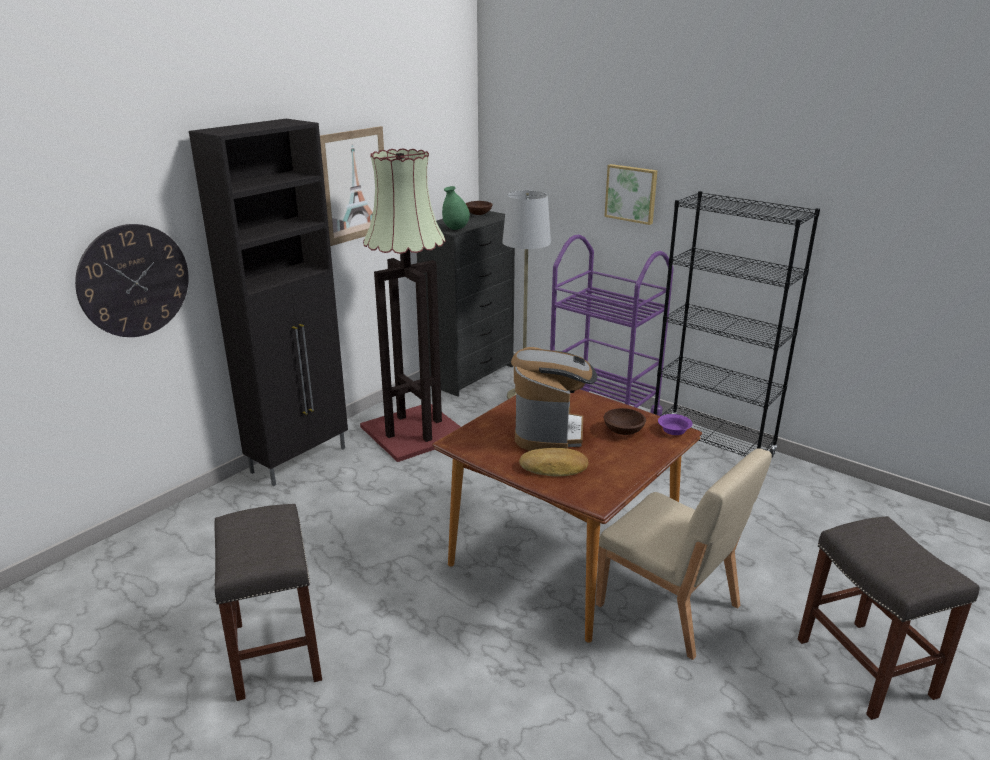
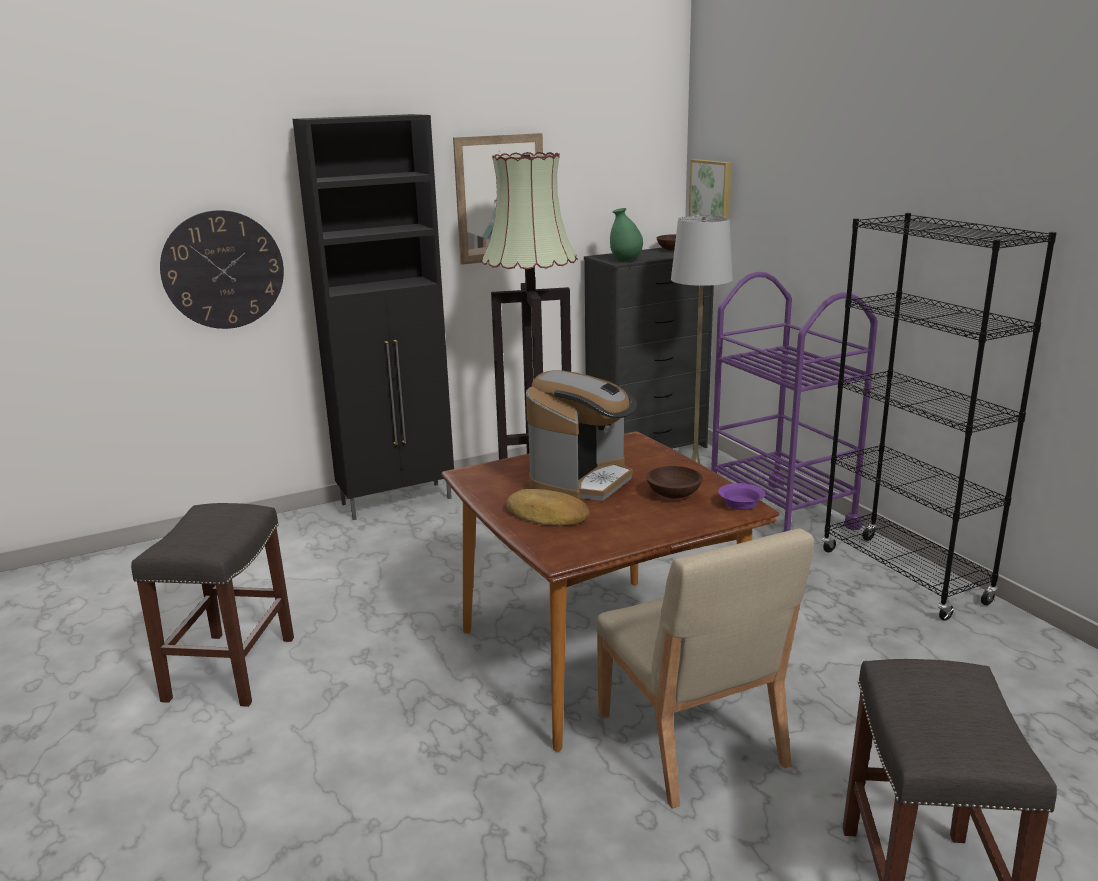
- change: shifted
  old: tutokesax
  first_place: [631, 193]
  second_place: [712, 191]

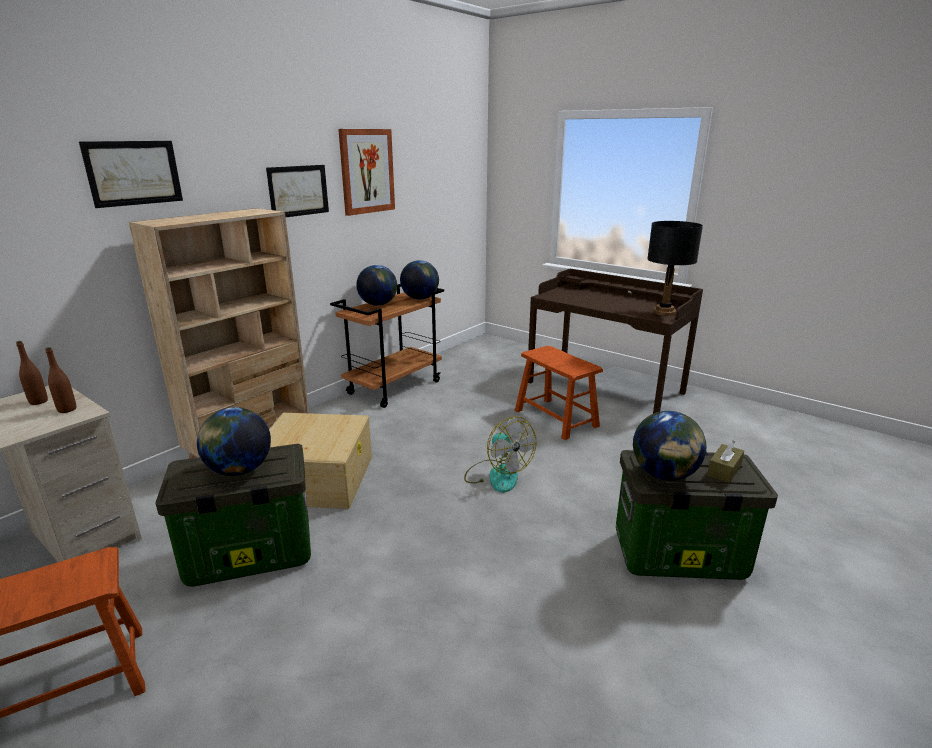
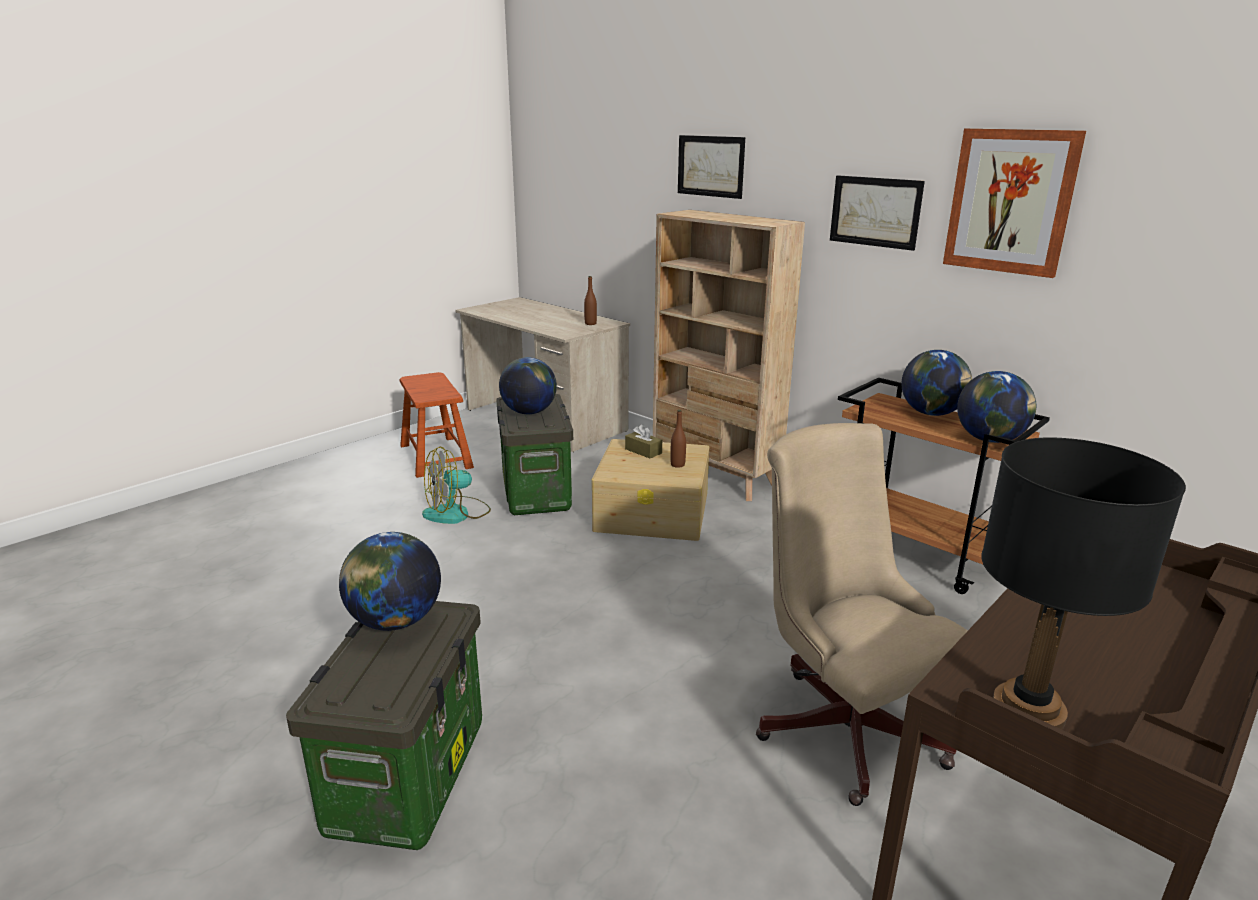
- change: shifted
  old: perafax
  first_place: [497, 475]
  second_place: [457, 513]
- change: shifted
  old: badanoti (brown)
  first_place: [724, 470]
  second_place: [643, 451]
- change: shifted
  old: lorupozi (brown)
  first_place: [67, 409]
  second_place: [677, 465]
- change: swapped
  old: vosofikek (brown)
  new: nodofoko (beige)
  first_place: [556, 418]
  second_place: [843, 723]

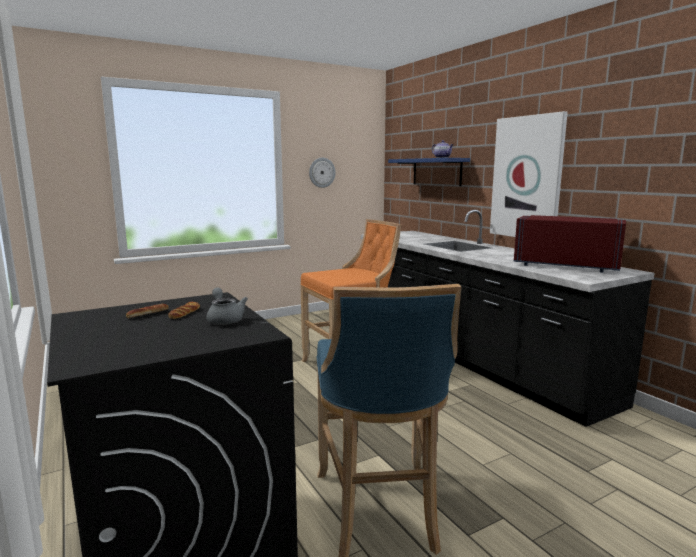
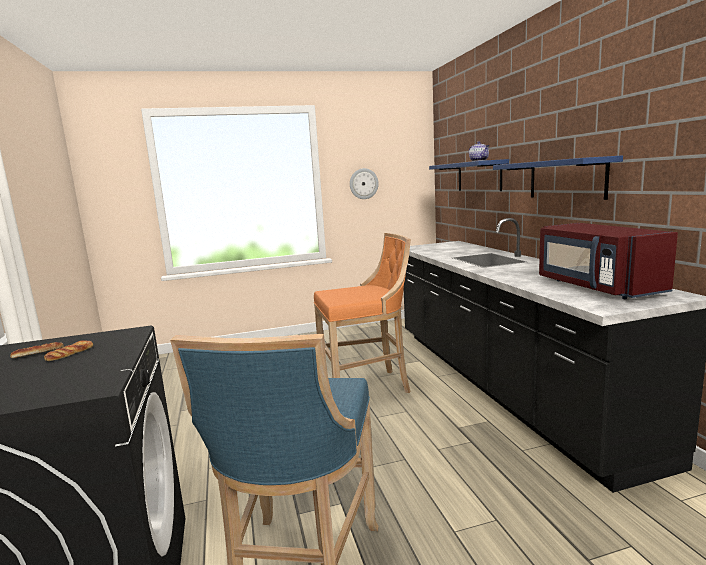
- change: swapped
  old: tutokesax
  new: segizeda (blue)
  first_place: [527, 178]
  second_place: [566, 179]
- change: rotated
  old: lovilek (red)
  first_place: [566, 265]
  second_place: [596, 287]
  degrees: -150
- change: gone
  old: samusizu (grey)
  first_place: [224, 319]

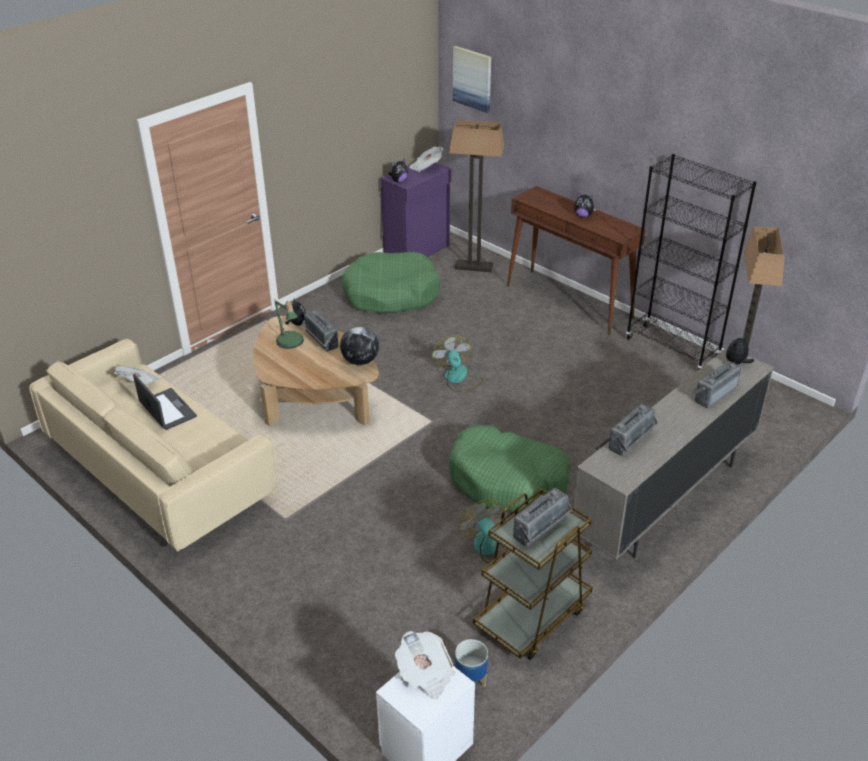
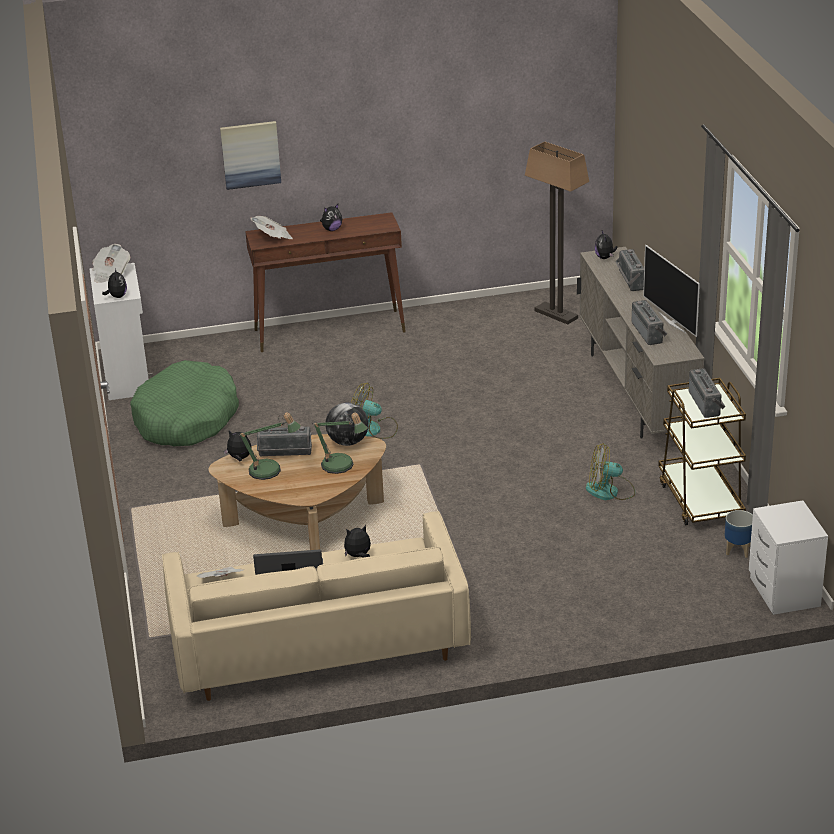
- change: repainted
  old: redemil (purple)
  new: redemil (white)
  first_place: [418, 251]
  second_place: [128, 377]
- change: shifted
  old: tutokesax
  first_place: [472, 78]
  second_place: [250, 154]
- change: shifted
  old: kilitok
  first_place: [425, 674]
  second_place: [273, 237]
- change: new
  new: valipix
  second_place: [341, 467]
- change: new
  new: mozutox
  second_place: [358, 556]
- change: new
  new: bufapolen
  second_place: [672, 322]
- change: gone
  old: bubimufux
  first_place: [474, 267]
- change: gone
  old: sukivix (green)
  first_place: [507, 480]
- change: gone
  old: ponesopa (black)
  first_place: [672, 349]

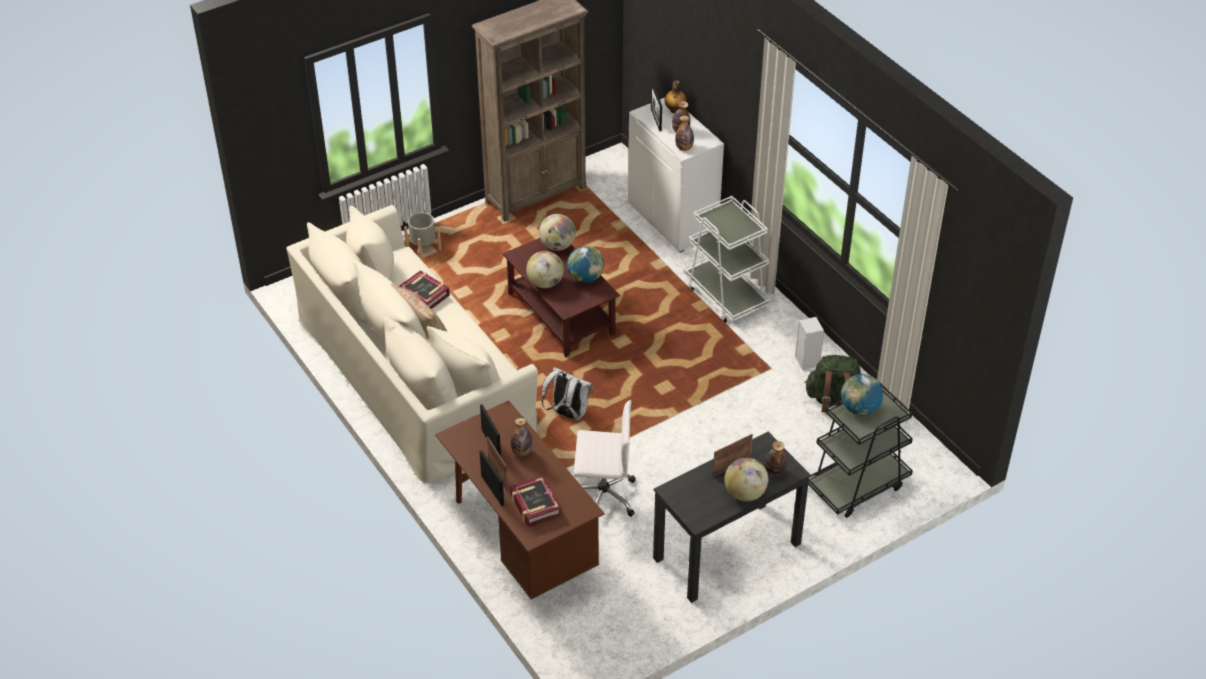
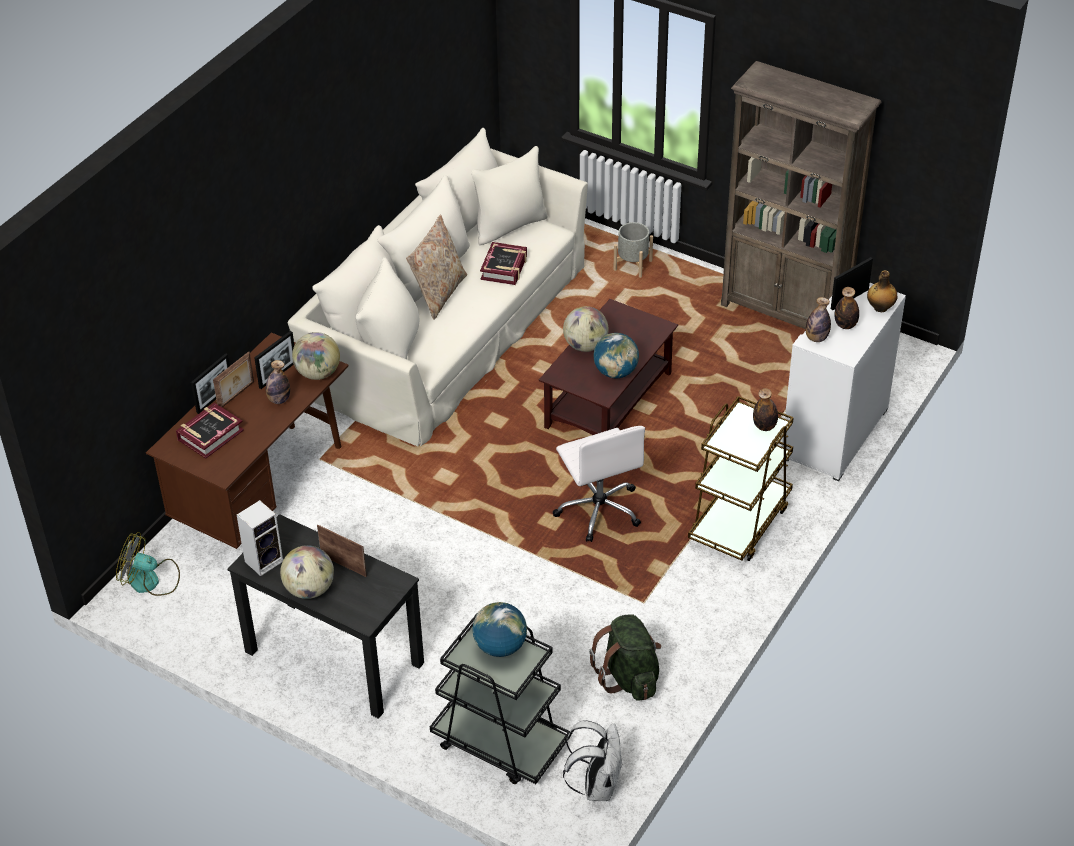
- change: new
  new: perafax
  second_place: [151, 581]
- change: shifted
  old: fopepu
  first_place: [806, 360]
  second_place: [264, 560]
- change: shifted
  old: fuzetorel
  first_place: [557, 246]
  second_place: [318, 373]
- change: shifted
  old: nodofoko (white)
  first_place: [602, 496]
  second_place: [599, 509]
- change: shifted
  old: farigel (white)
  first_place: [567, 413]
  second_place: [596, 785]
- change: repainted
  old: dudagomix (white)
  new: dudagomix (brown)
  first_place: [725, 295]
  second_place: [739, 522]
- change: shifted
  old: lorupozi
  first_place: [774, 471]
  second_place: [764, 426]

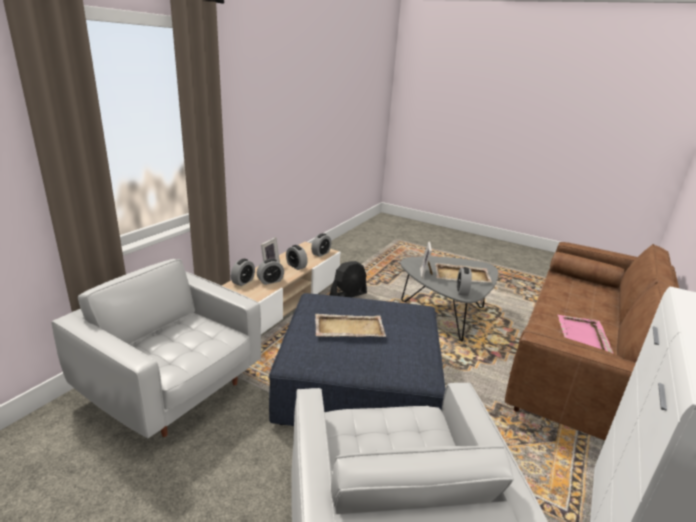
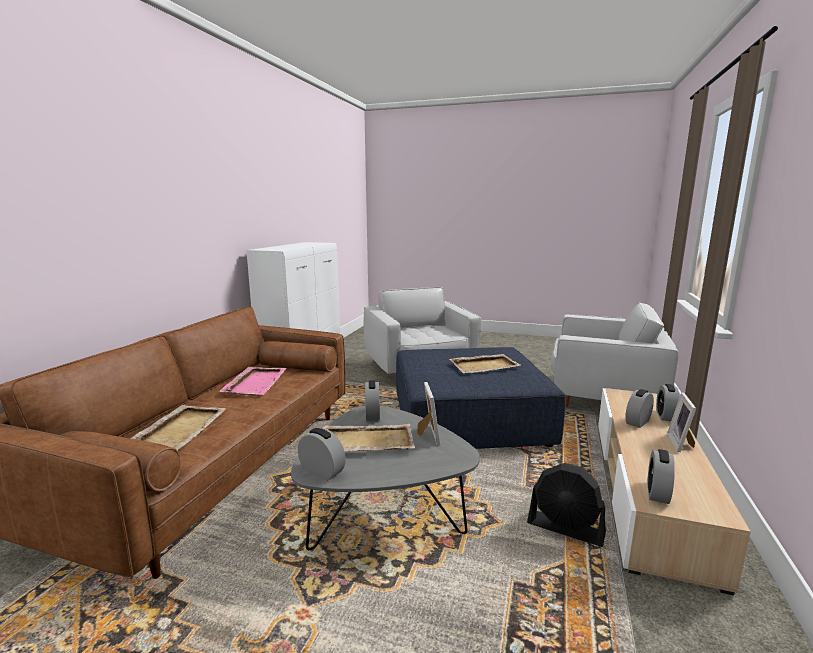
- change: new
  new: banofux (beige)
  second_place: [180, 429]
- change: shifted
  old: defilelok
  first_place: [296, 266]
  second_place: [322, 471]
- change: rotated
  old: perafax (black)
  first_place: [348, 295]
  second_place: [566, 529]
  degrees: -105

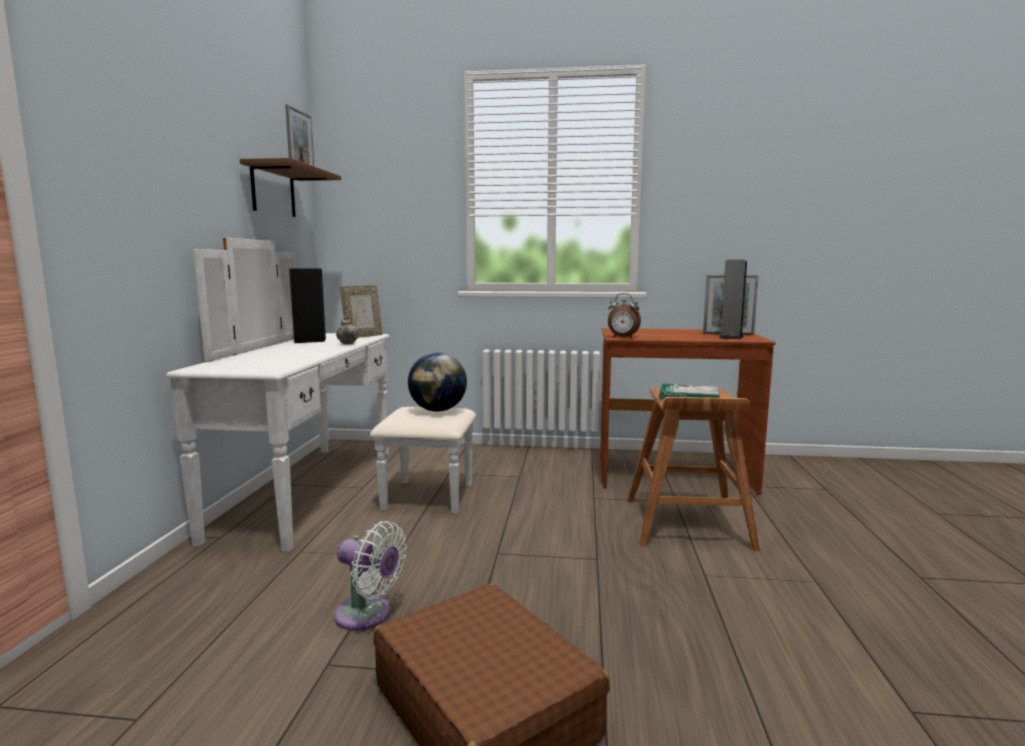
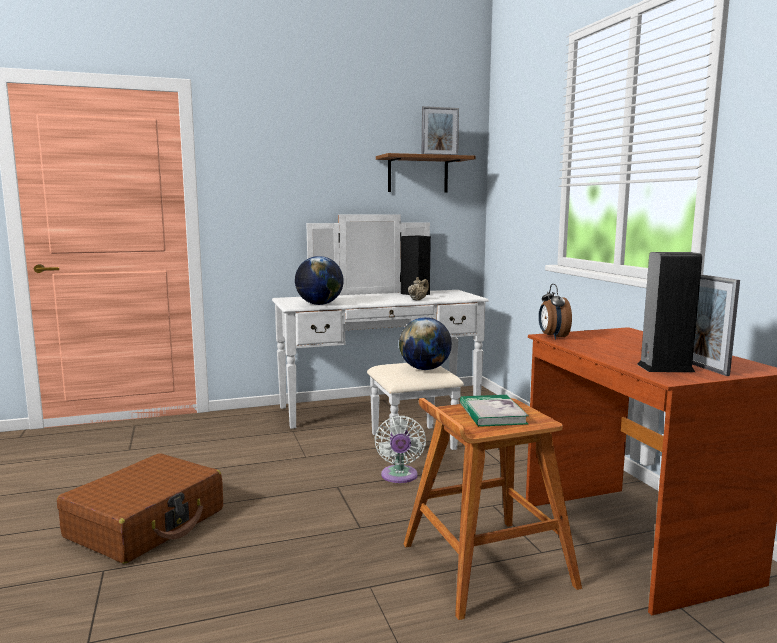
- change: new
  new: fuzetorel
  second_place: [319, 304]
- change: shifted
  old: perafax (white)
  first_place: [368, 615]
  second_place: [399, 477]
- change: gone
  old: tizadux
  first_place: [363, 336]

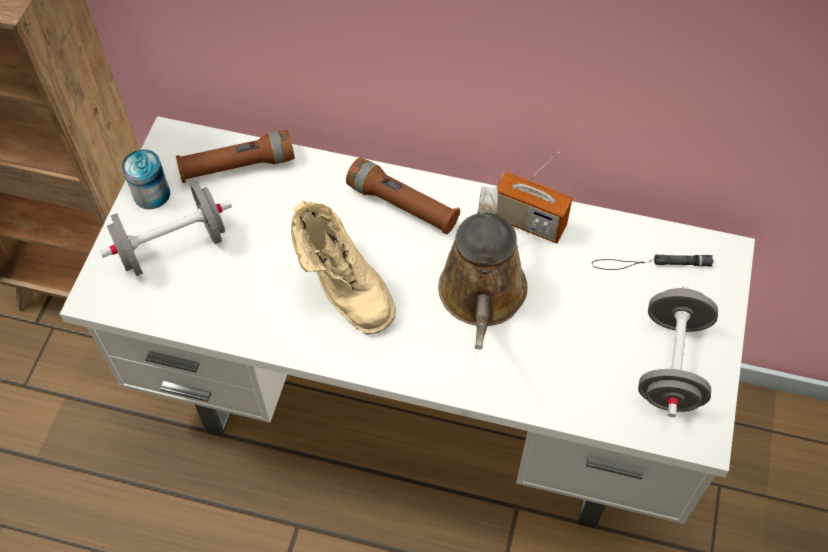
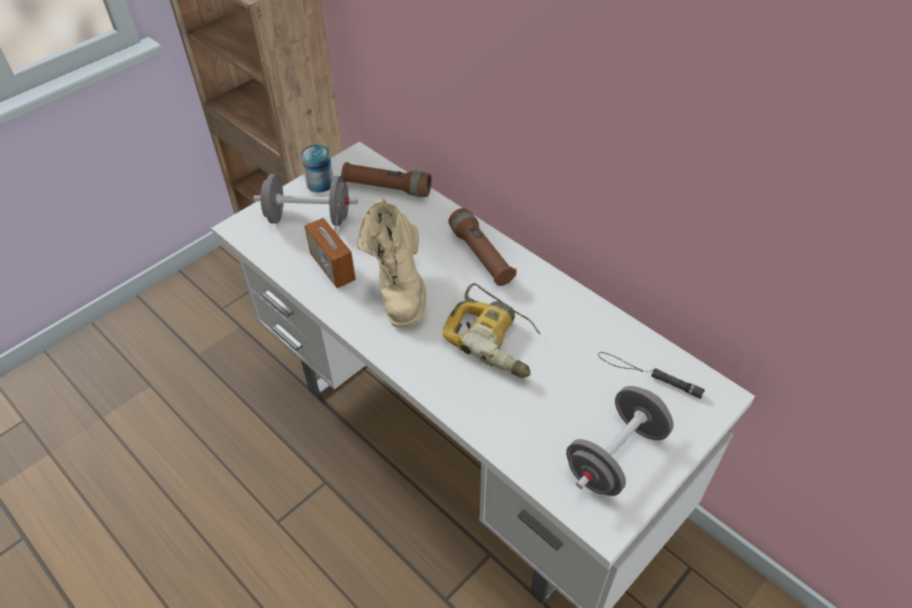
- change: shifted
  old: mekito
  first_place: [529, 222]
  second_place: [332, 268]
- change: swapped
  old: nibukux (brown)
  new: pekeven
  first_place: [482, 297]
  second_place: [495, 339]

